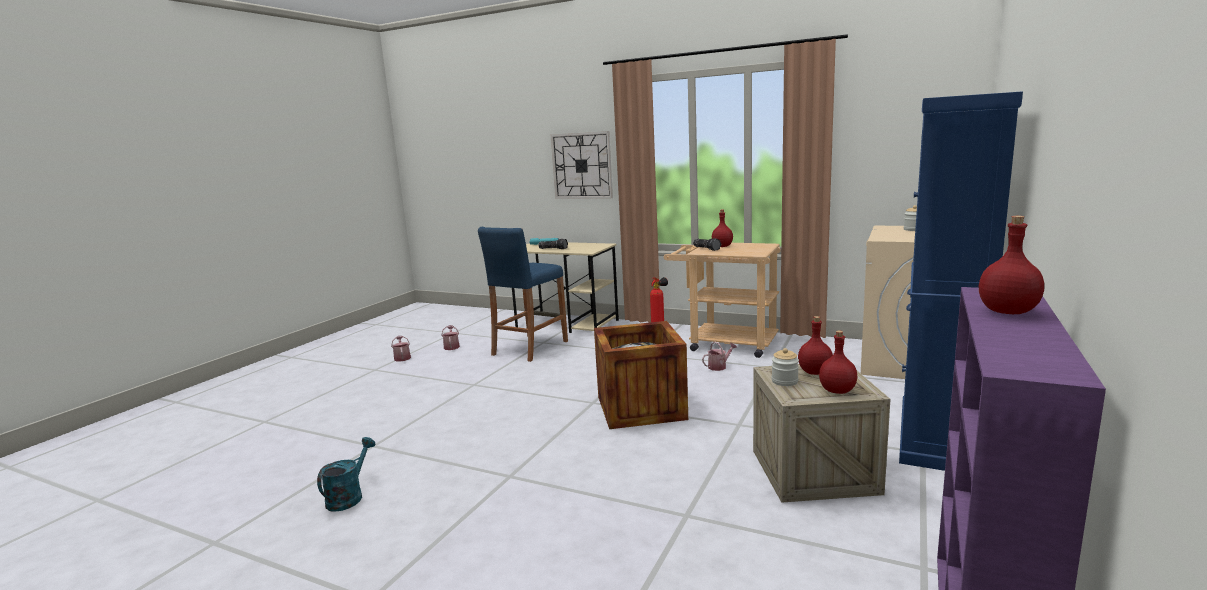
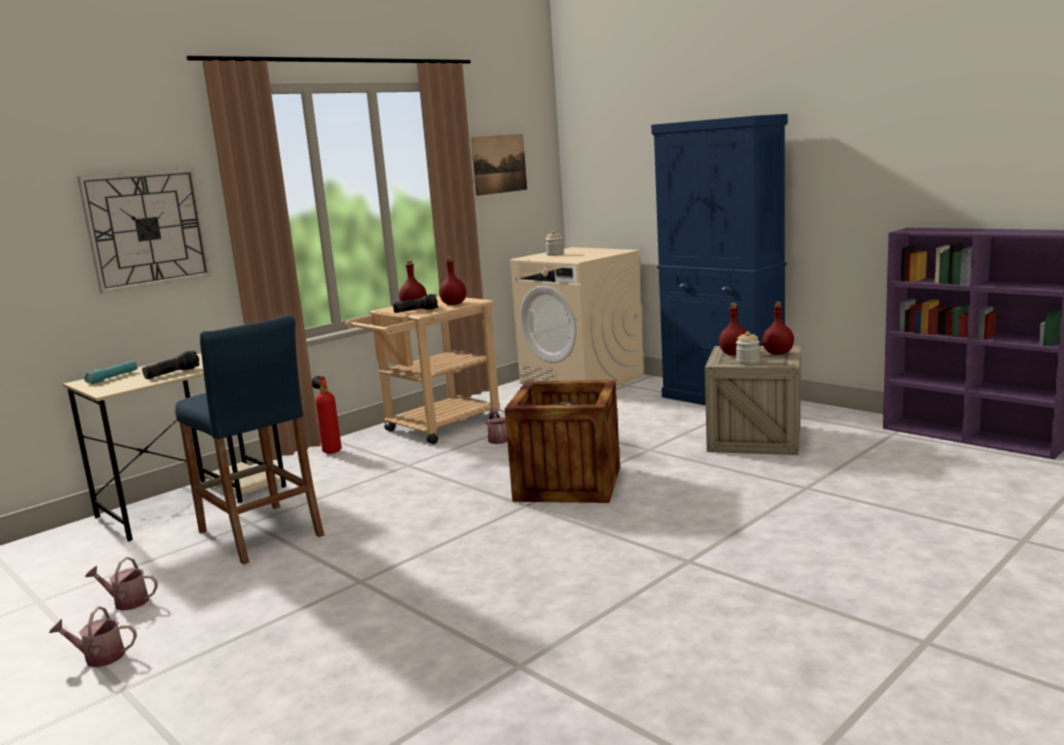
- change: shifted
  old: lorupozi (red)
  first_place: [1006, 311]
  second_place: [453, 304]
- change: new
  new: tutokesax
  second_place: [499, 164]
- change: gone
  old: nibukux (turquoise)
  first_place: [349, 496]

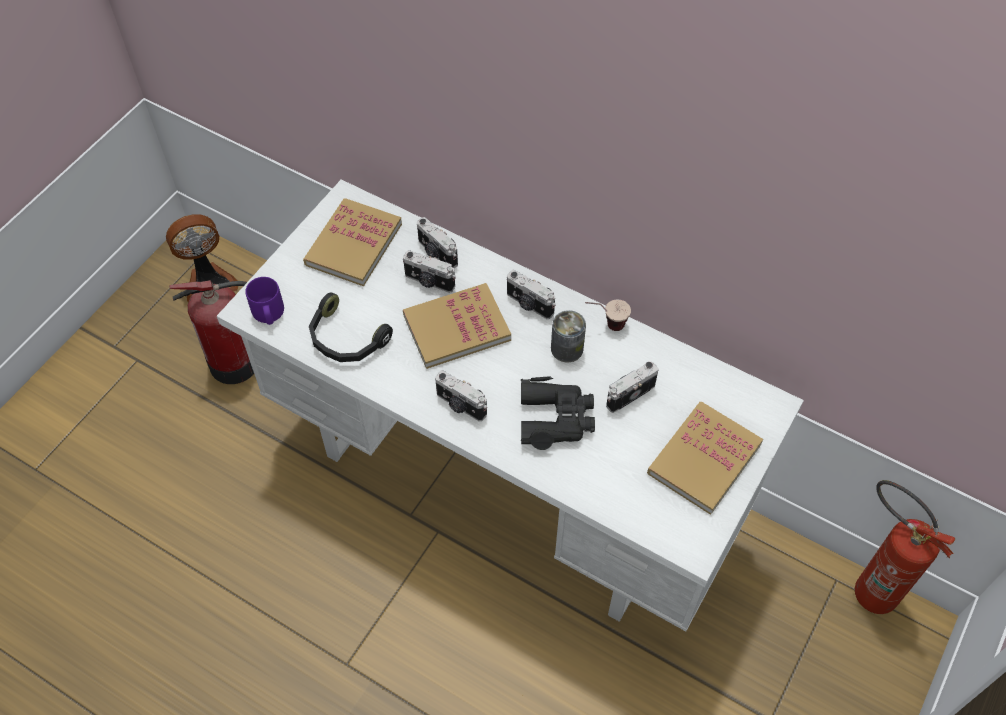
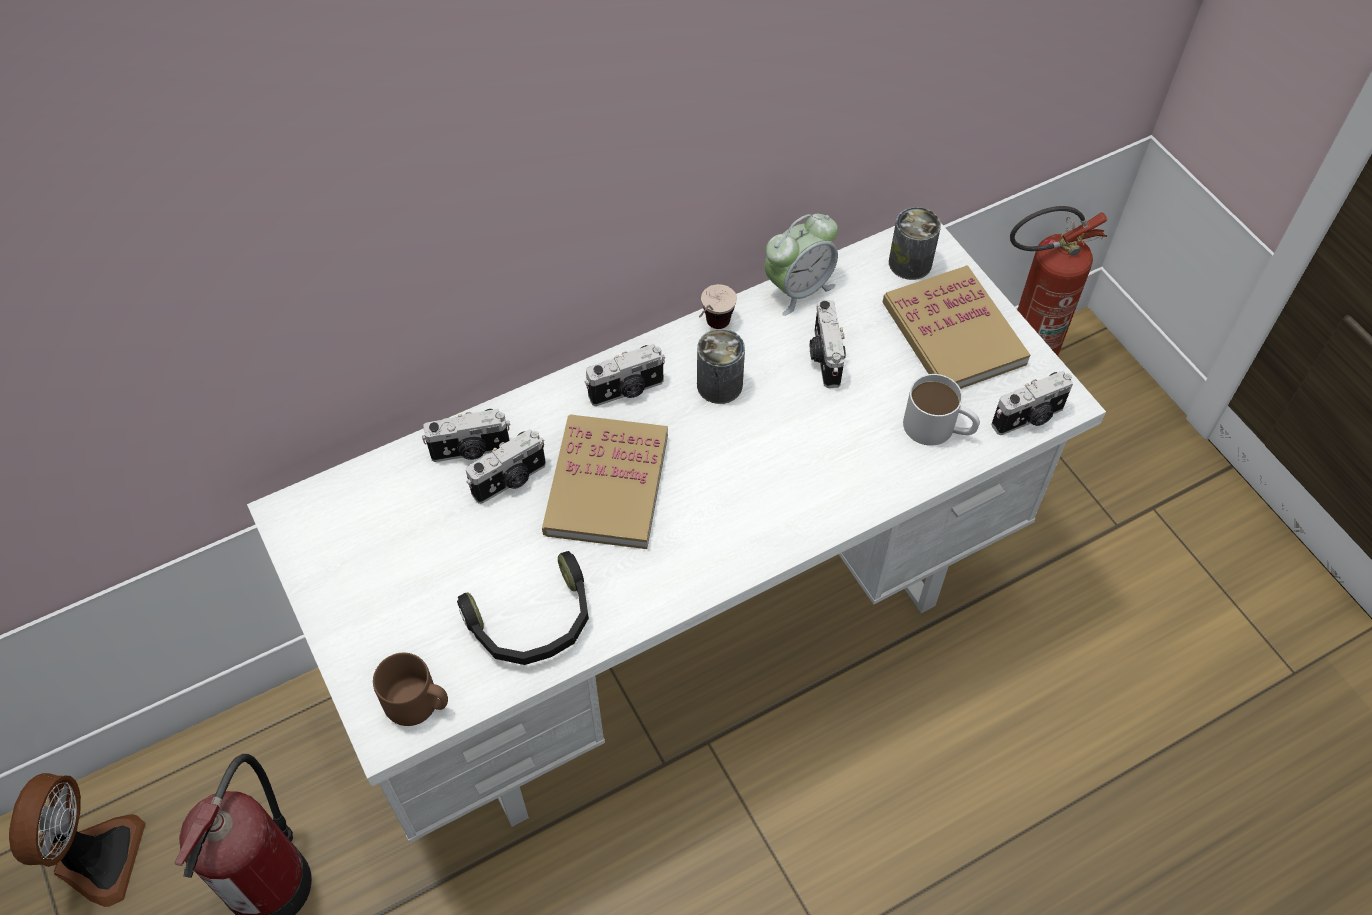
- change: repainted
  old: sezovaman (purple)
  new: sezovaman (brown)
  first_place: [268, 314]
  second_place: [418, 703]
- change: new
  new: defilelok
  second_place: [798, 289]
- change: new
  new: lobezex
  second_place: [910, 263]
- change: new
  new: sezovaman (white)
  second_place: [939, 428]
- change: shifted
  old: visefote
  first_place: [460, 405]
  second_place: [1029, 418]
- change: gone
  old: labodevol
  first_place: [353, 244]
- change: gone
  old: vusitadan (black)
  first_place: [556, 418]

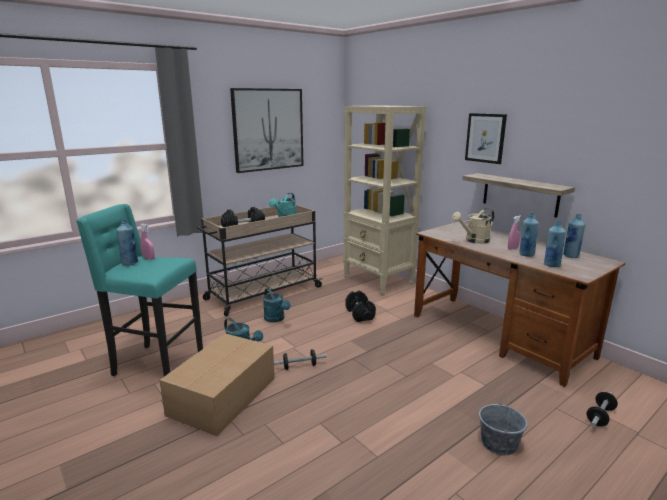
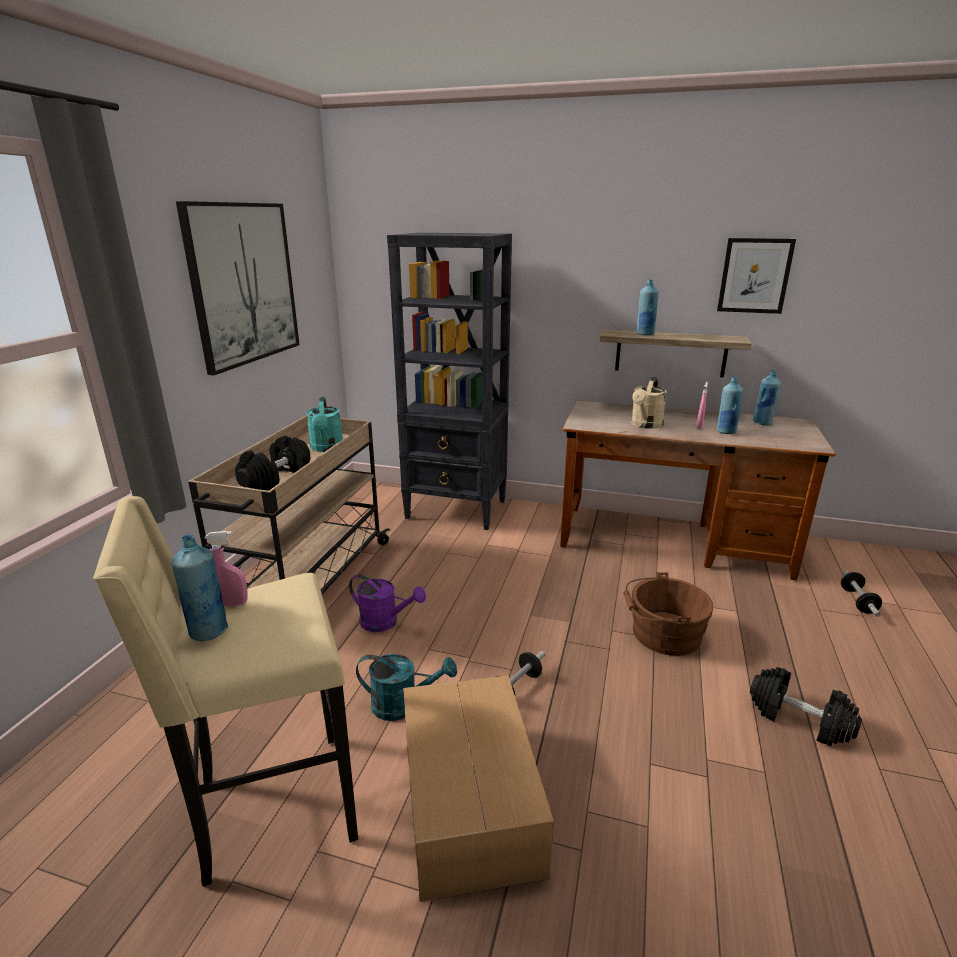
- change: repainted
  old: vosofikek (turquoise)
  new: vosofikek (beige)
  first_place: [156, 364]
  second_place: [273, 808]
- change: repainted
  old: nibukux (turquoise)
  new: nibukux (purple)
  first_place: [276, 319]
  second_place: [385, 622]
- change: repainted
  old: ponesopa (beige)
  new: ponesopa (black)
  first_place: [378, 282]
  second_place: [457, 510]
- change: new
  new: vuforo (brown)
  second_place: [662, 634]
- change: shifted
  old: lorupozi (blue)
  first_place: [551, 265]
  second_place: [644, 334]
- change: shifted
  old: tutokesax
  first_place: [485, 138]
  second_place: [754, 276]
- change: shifted
  old: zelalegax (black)
  first_place: [360, 314]
  second_place: [799, 719]
- change: gone
  old: vuforo (grey)
  first_place: [499, 443]

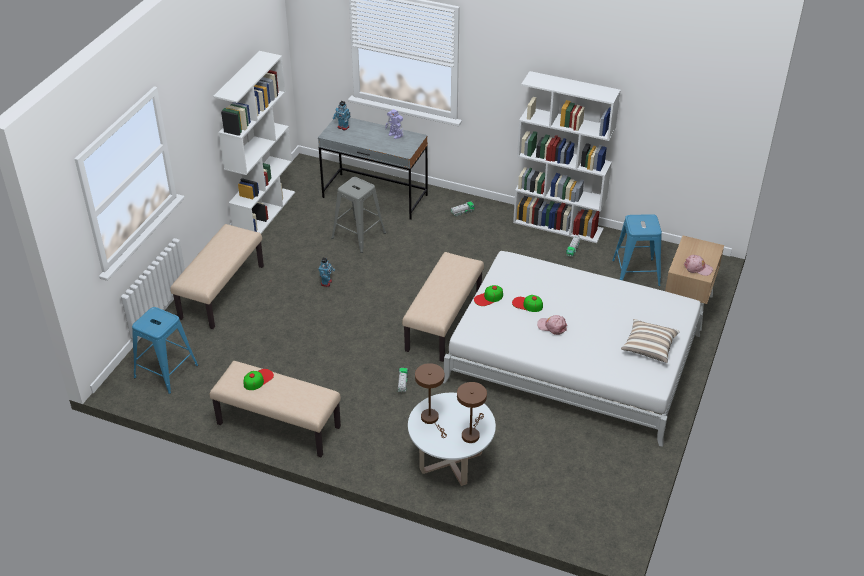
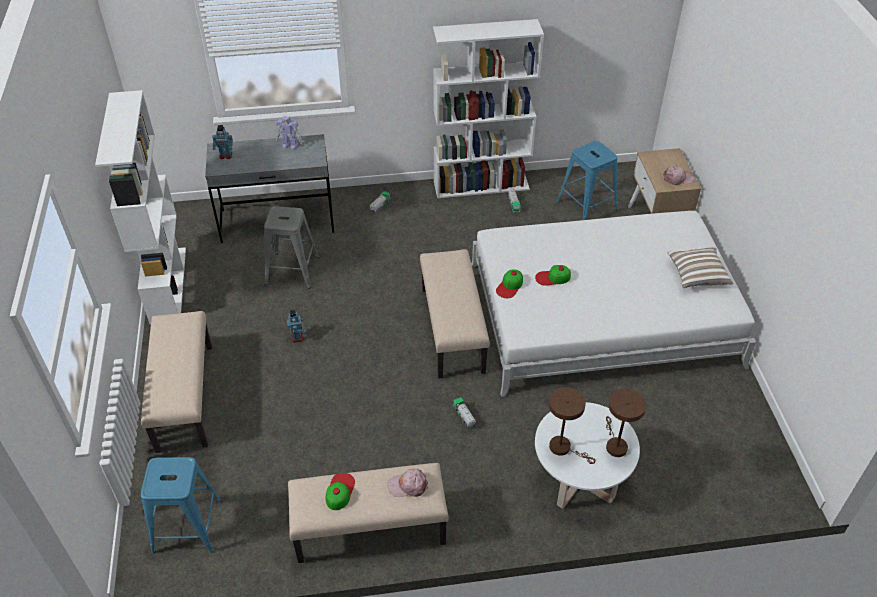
- change: shifted
  old: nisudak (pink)
  first_place: [552, 326]
  second_place: [408, 485]

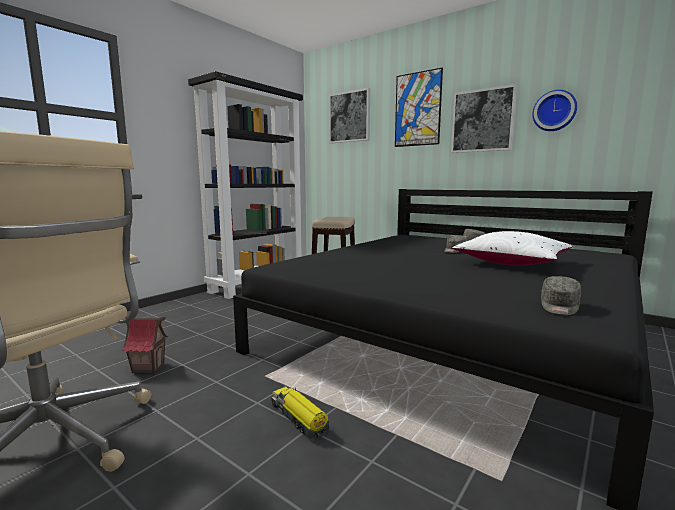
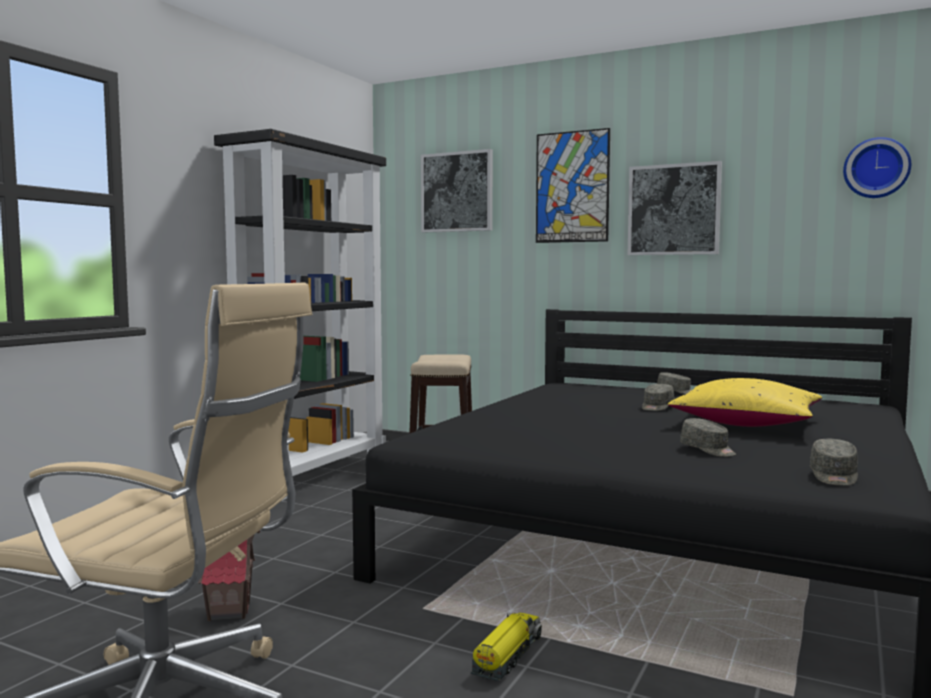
- change: rotated
  old: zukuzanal
  first_place: [299, 418]
  second_place: [507, 656]
  degrees: 75
- change: repainted
  old: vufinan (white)
  new: vufinan (yellow)
  first_place: [511, 263]
  second_place: [746, 423]
- change: new
  new: nisudak (grey)
  second_place: [708, 450]
- change: shifted
  old: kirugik
  first_place: [554, 111]
  second_place: [876, 168]

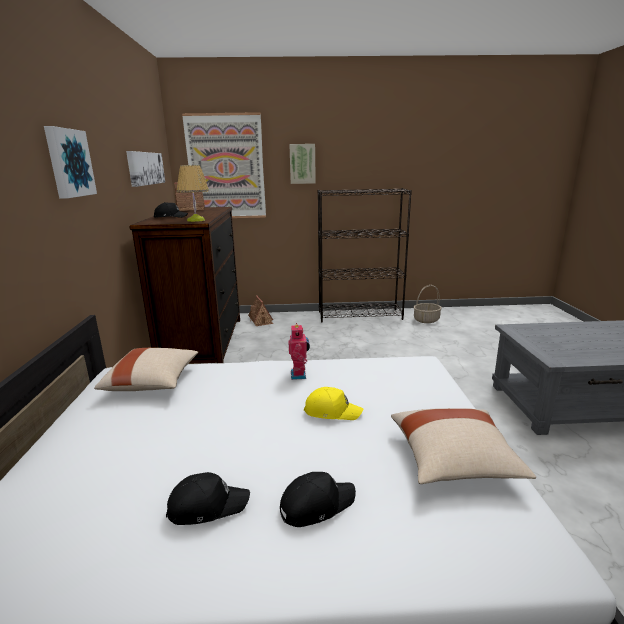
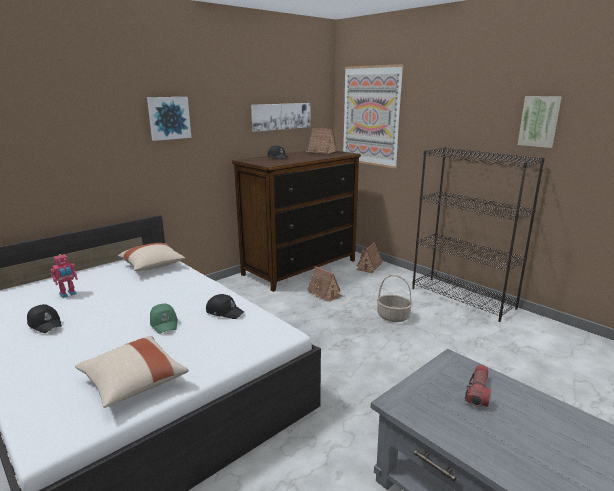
- change: shifted
  old: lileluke
  first_place: [299, 375]
  second_place: [68, 294]
- change: repainted
  old: nisudak (yellow)
  new: nisudak (green)
  first_place: [332, 411]
  second_place: [164, 323]
- change: shifted
  old: nisudak (black)
  first_place: [316, 504]
  second_place: [225, 312]
- change: new
  new: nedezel
  second_place: [325, 294]
- change: shifted
  old: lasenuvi
  first_place: [426, 320]
  second_place: [393, 316]
- change: new
  new: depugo
  second_place: [478, 391]
- change: shifted
  old: tutokesax
  first_place: [302, 164]
  second_place: [539, 121]
- change: gone
  old: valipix
  first_place: [196, 220]

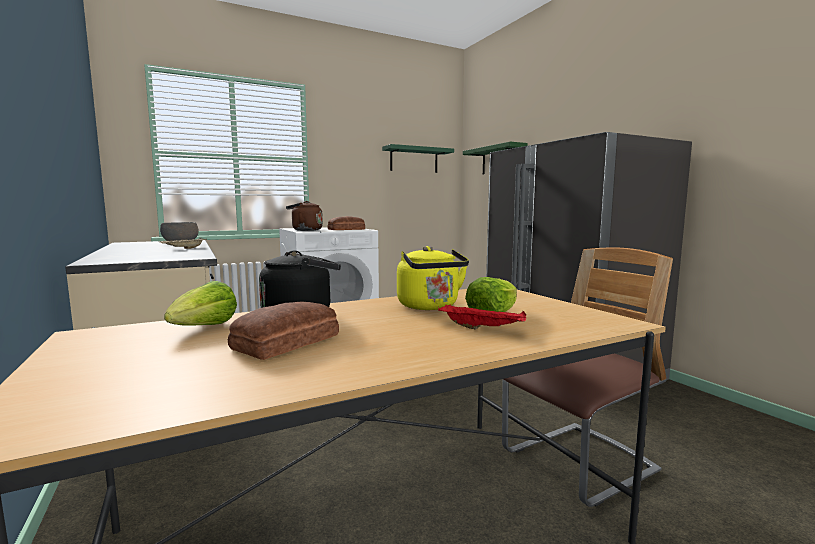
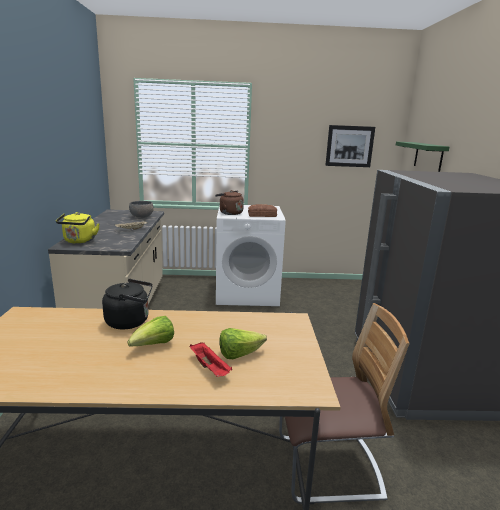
- change: shifted
  old: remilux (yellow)
  first_place: [430, 306]
  second_place: [79, 241]
- change: shifted
  old: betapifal
  first_place: [204, 328]
  second_place: [154, 345]
- change: swapped
  old: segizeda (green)
  new: tutokesax
  first_place: [414, 160]
  second_place: [349, 146]
- change: gone
  old: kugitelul
  first_place: [289, 342]

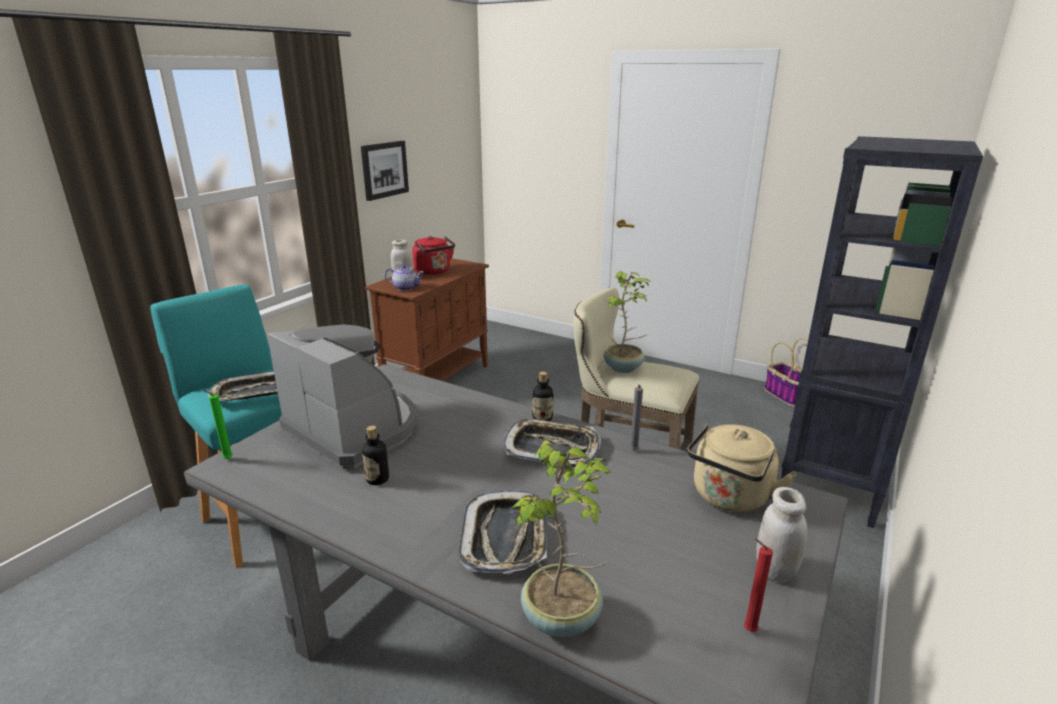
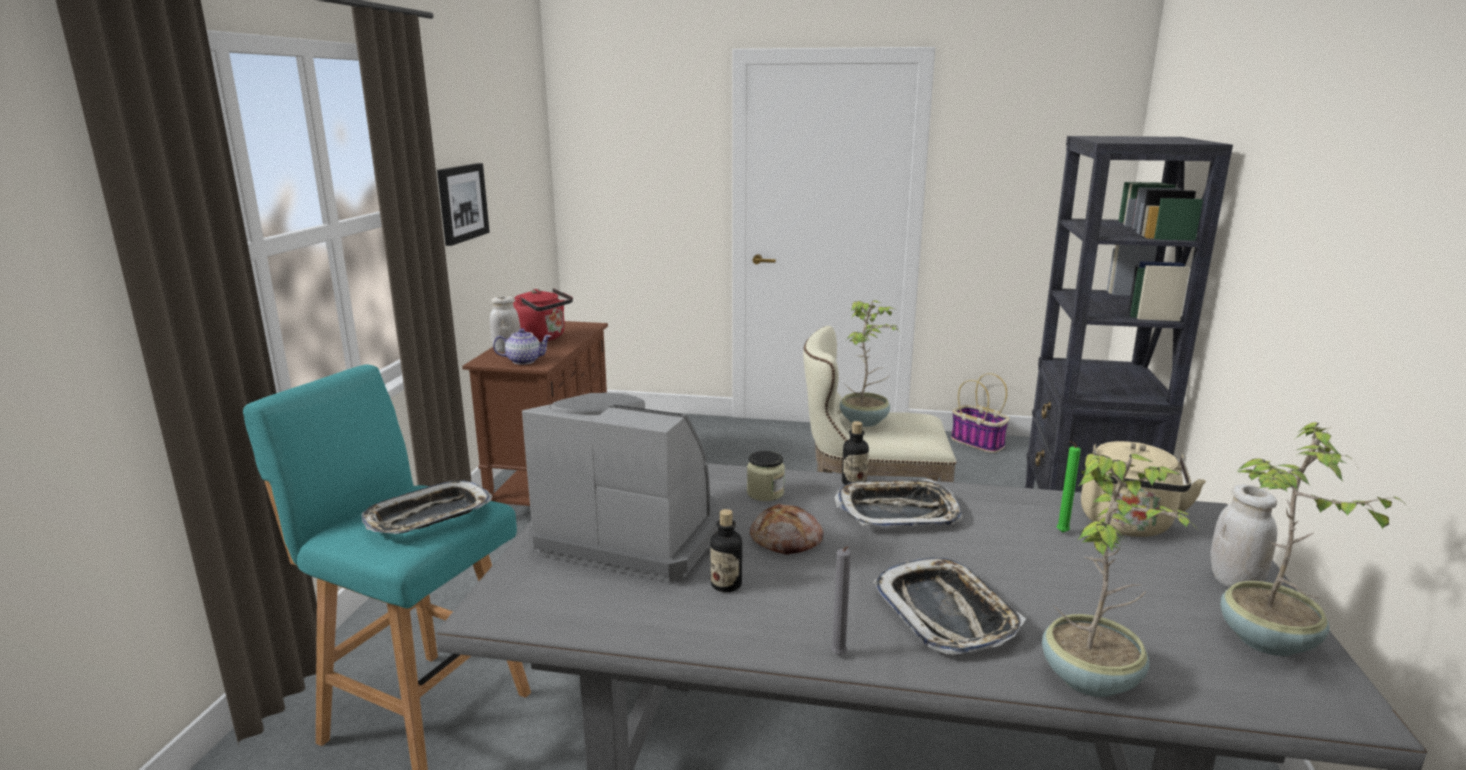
- change: new
  new: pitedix
  second_place: [765, 493]
- change: new
  new: kugitelul
  second_place: [787, 540]
- change: shifted
  old: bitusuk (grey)
  first_place: [633, 451]
  second_place: [838, 656]
- change: shifted
  old: bitusuk (green)
  first_place: [226, 459]
  second_place: [1061, 533]
- change: swapped
  old: bitusuk (red)
  new: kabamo
  first_place: [747, 630]
  second_place: [1267, 641]

